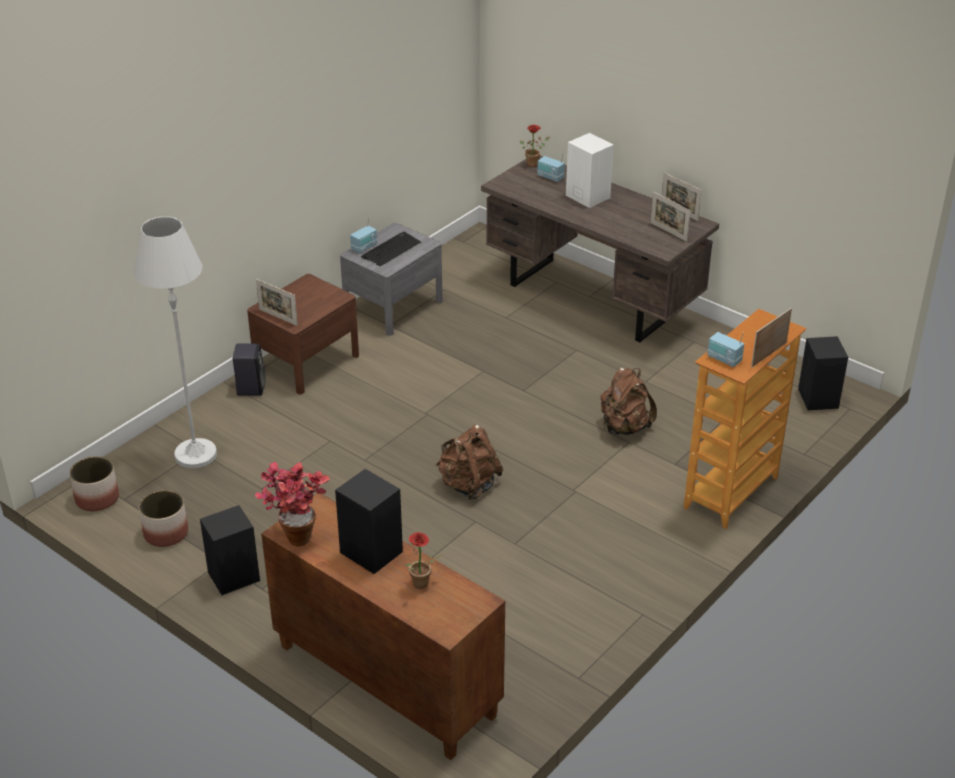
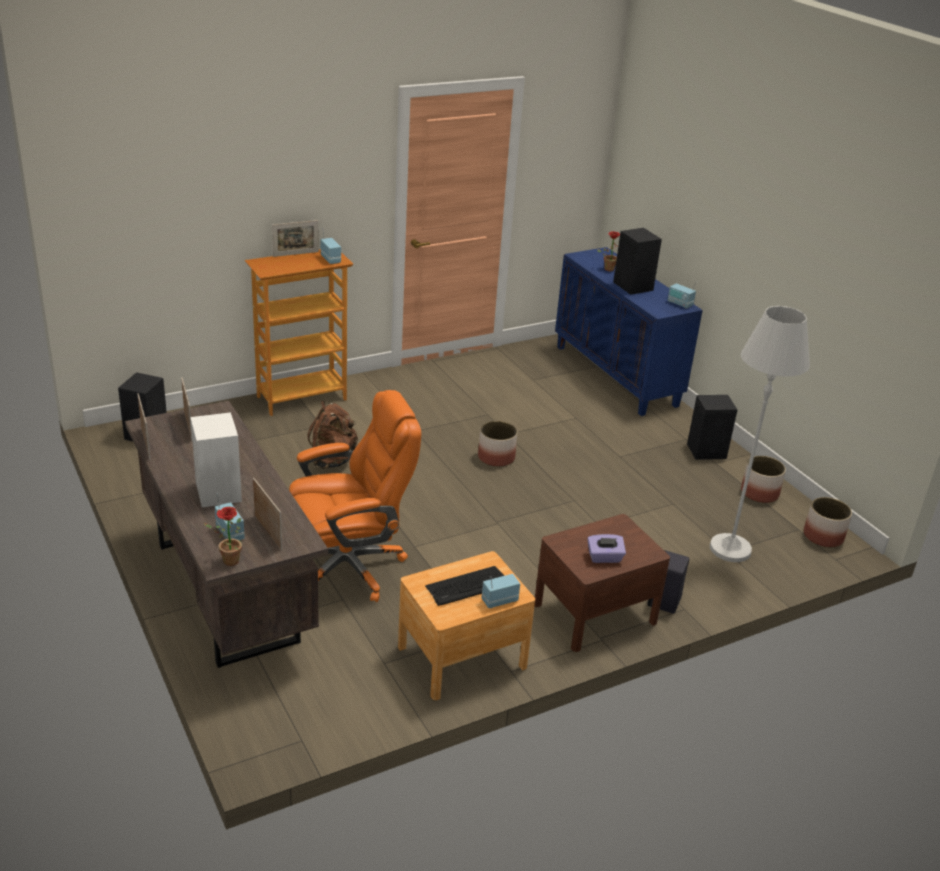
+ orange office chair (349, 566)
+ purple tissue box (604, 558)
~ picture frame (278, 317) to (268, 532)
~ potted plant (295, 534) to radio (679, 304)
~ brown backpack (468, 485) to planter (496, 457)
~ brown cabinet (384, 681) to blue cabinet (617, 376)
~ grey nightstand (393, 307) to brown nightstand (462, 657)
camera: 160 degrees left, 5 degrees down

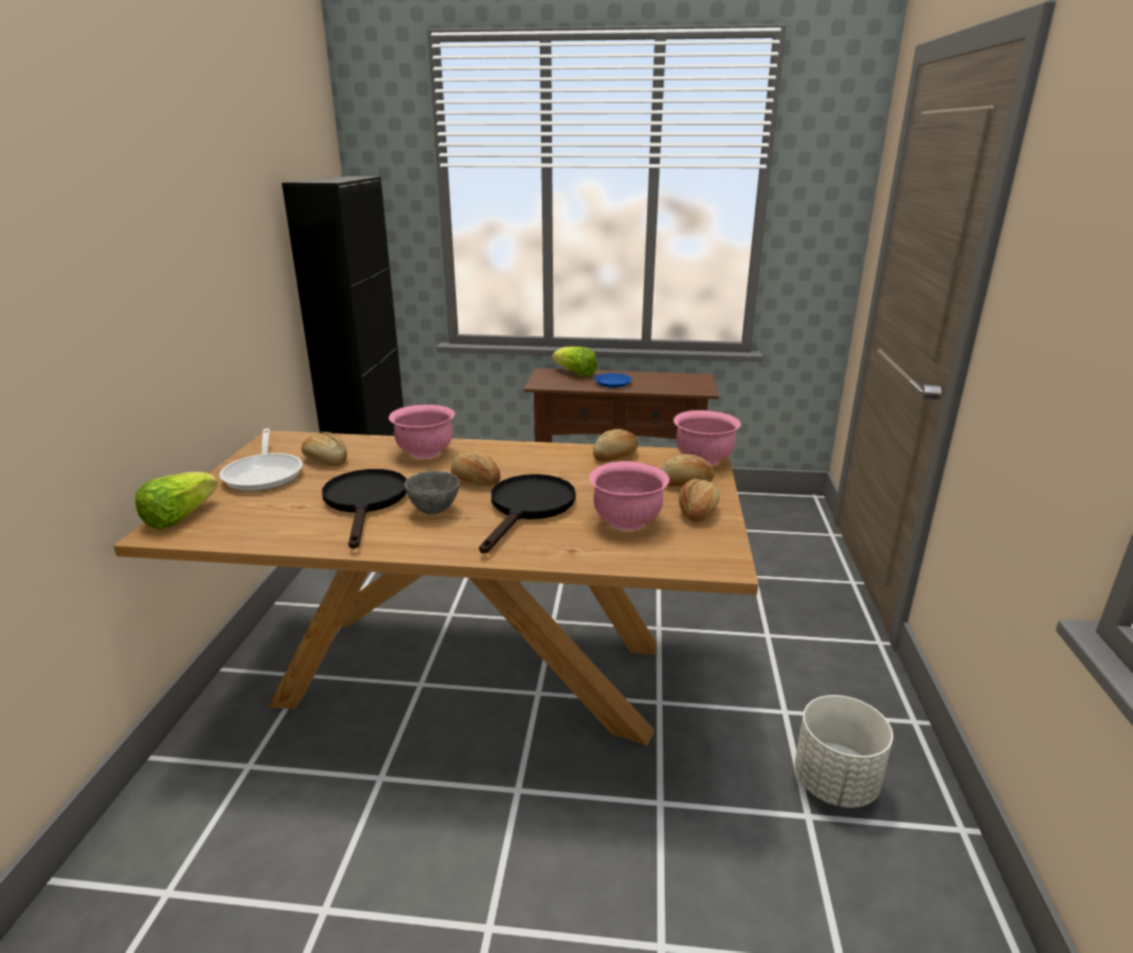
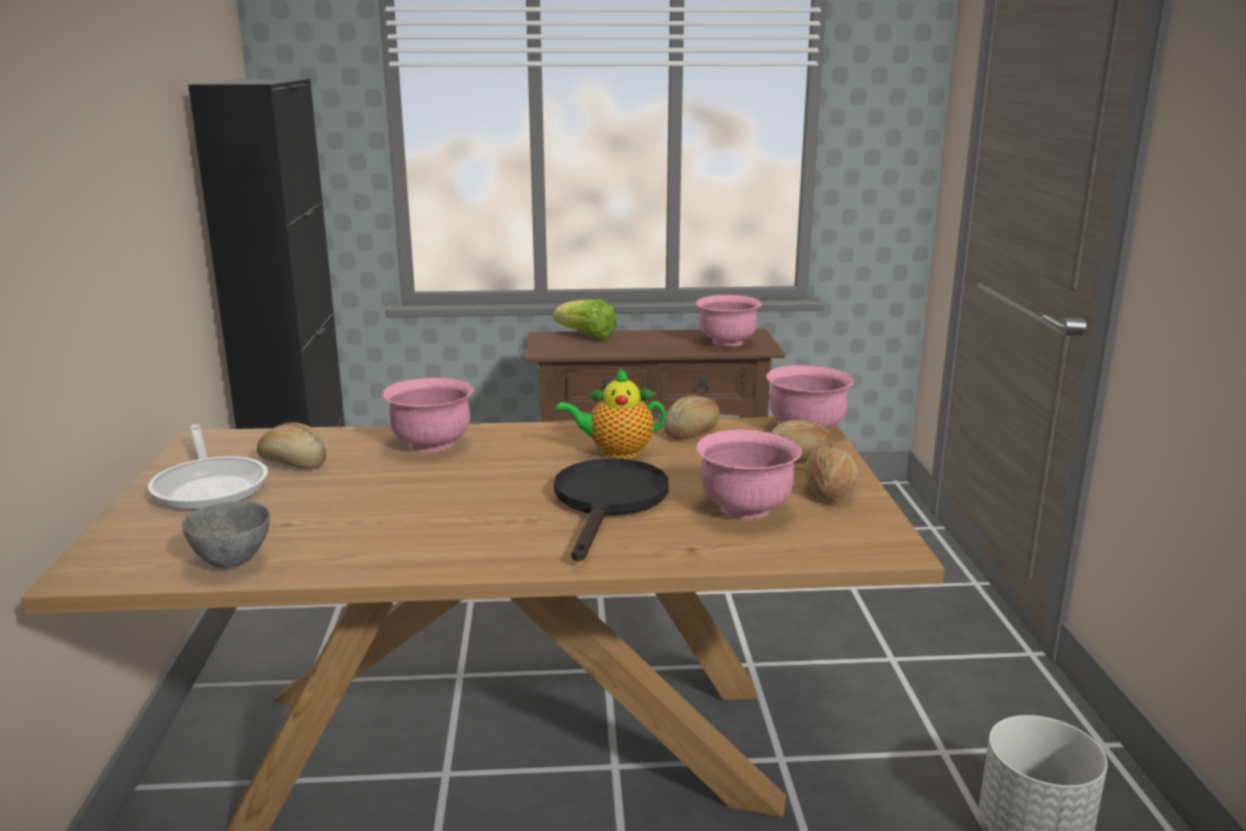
- lettuce (179, 517)
- black frying pan (365, 502)
- bread (475, 481)
- blue plate (612, 383)
+ teapot (616, 452)
+ pink bowl (727, 342)
~ grey bowl (434, 510) to (232, 561)
camera: 10 degrees left, 5 degrees down

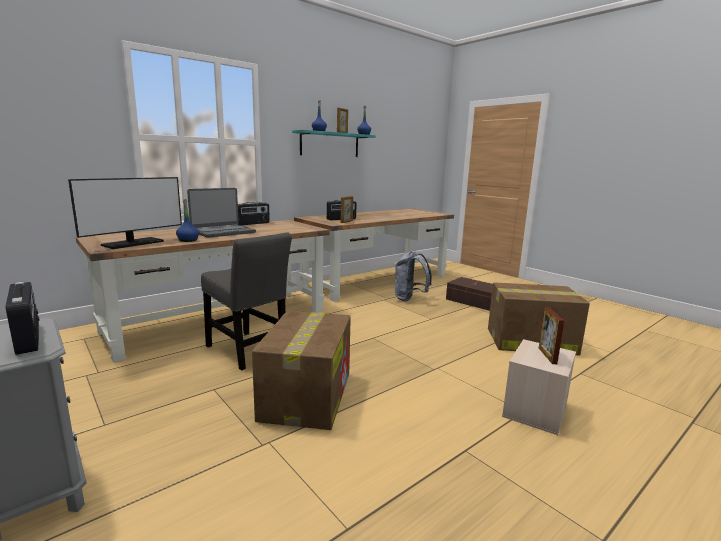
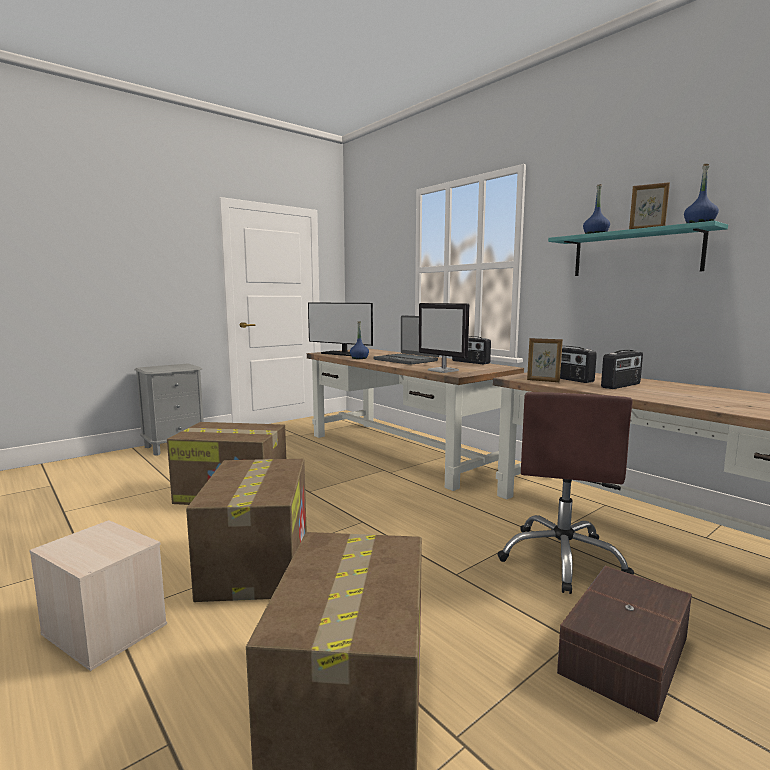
- grey chair (248, 351)
- picture frame (547, 355)
+ cardboard box (257, 561)
+ monitor (443, 370)
~ radio (29, 338) to (621, 386)
~ grey backpack (410, 299) to brown office chair (562, 559)
camera: 90 degrees right, 5 degrees down

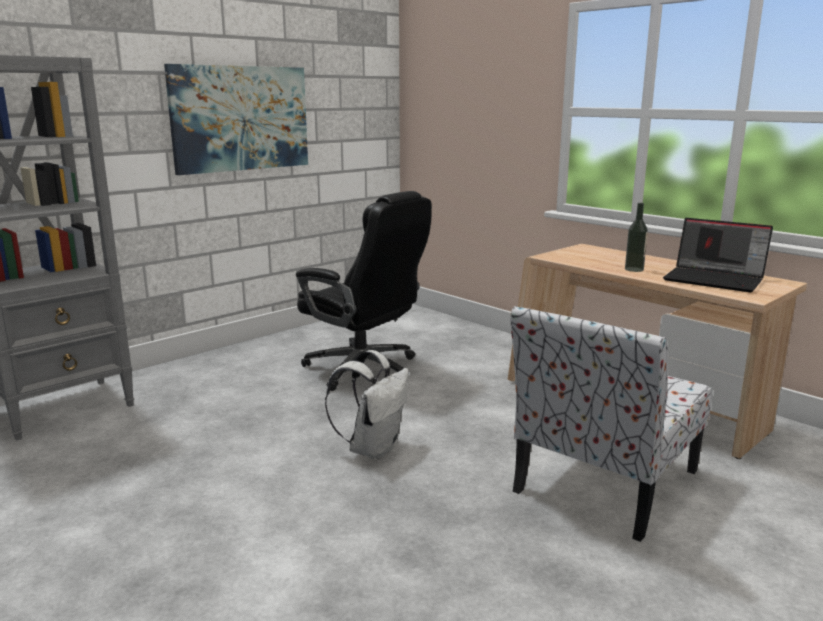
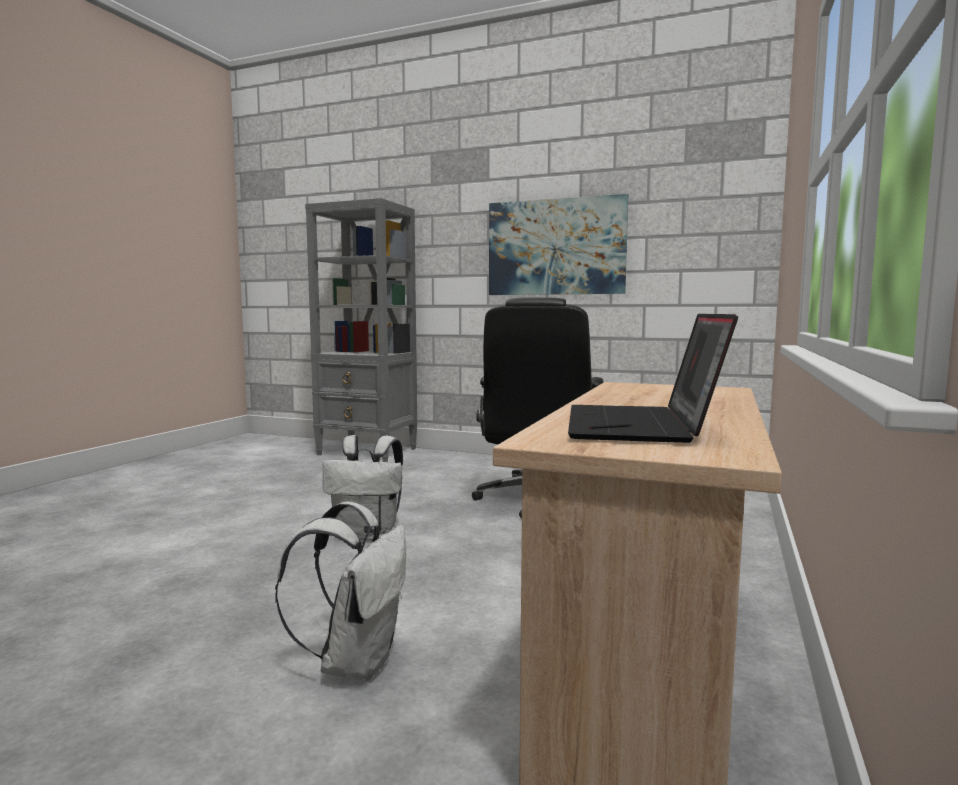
- bottle (634, 269)
~ chair (604, 483) to white backpack (356, 661)
camera: 65 degrees right, 10 degrees down

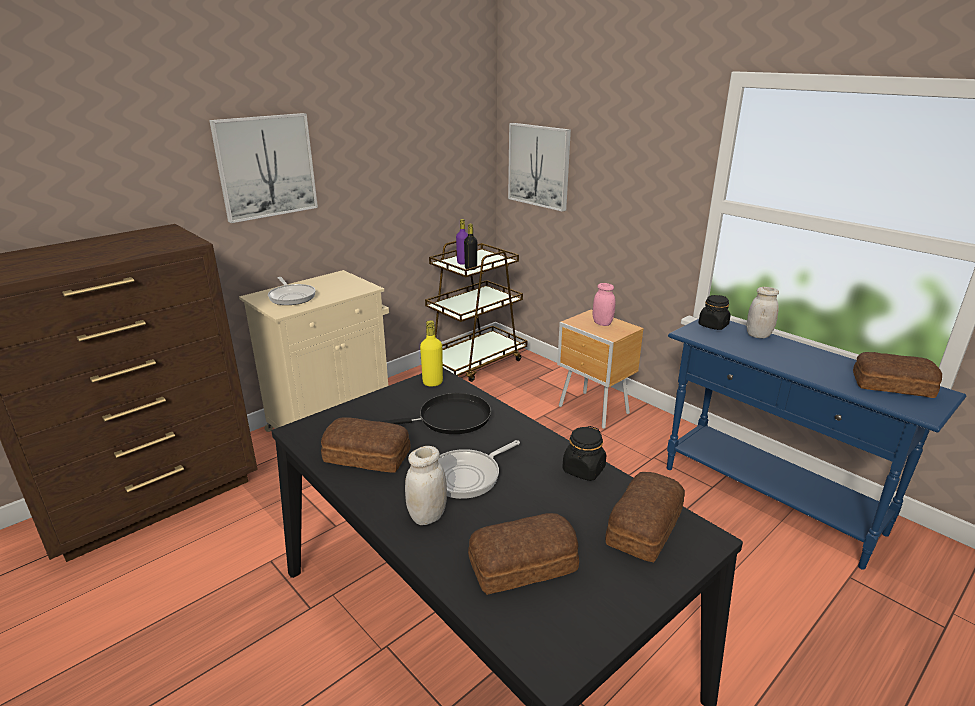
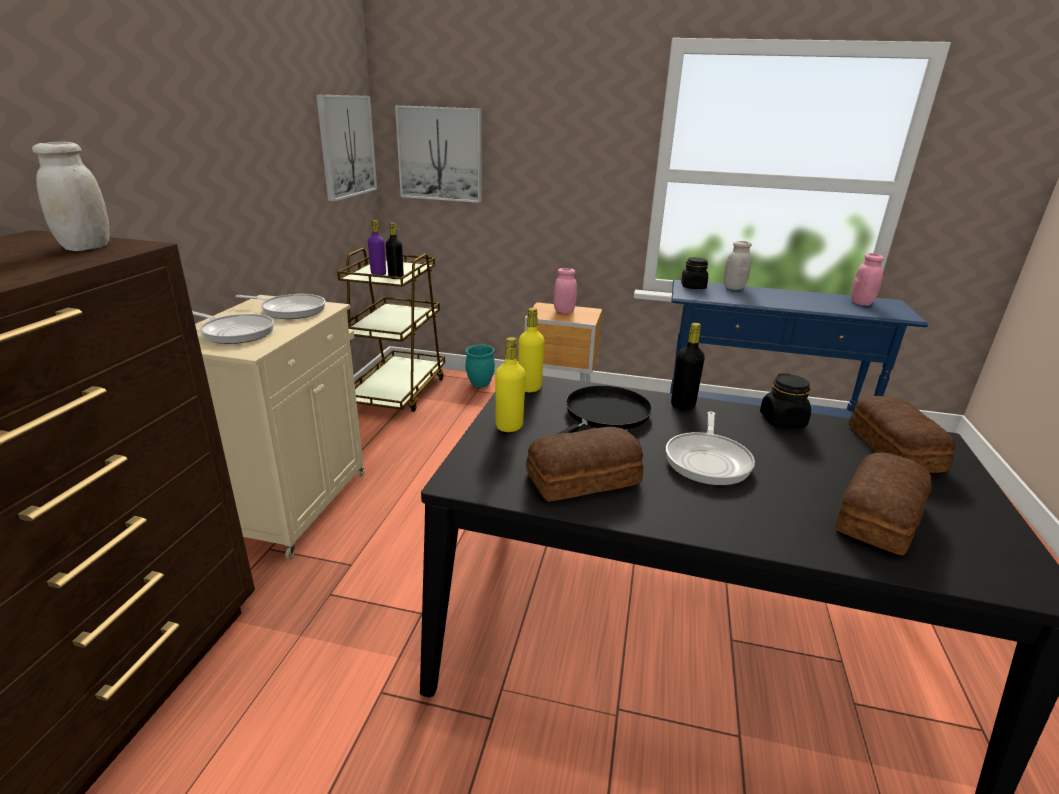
+ frying pan (290, 310)
+ turquoise planter (479, 384)
+ yellow bottle (509, 426)
+ black bottle (682, 405)
~ picture (266, 166) to (346, 146)
~ white jar (427, 516) to (86, 247)
~ bread (890, 384) to pink jar (861, 303)
camera: 35 degrees left, 0 degrees up

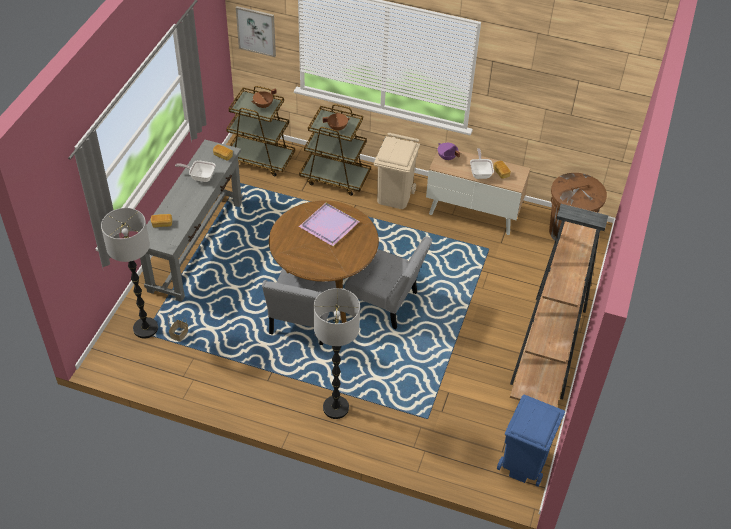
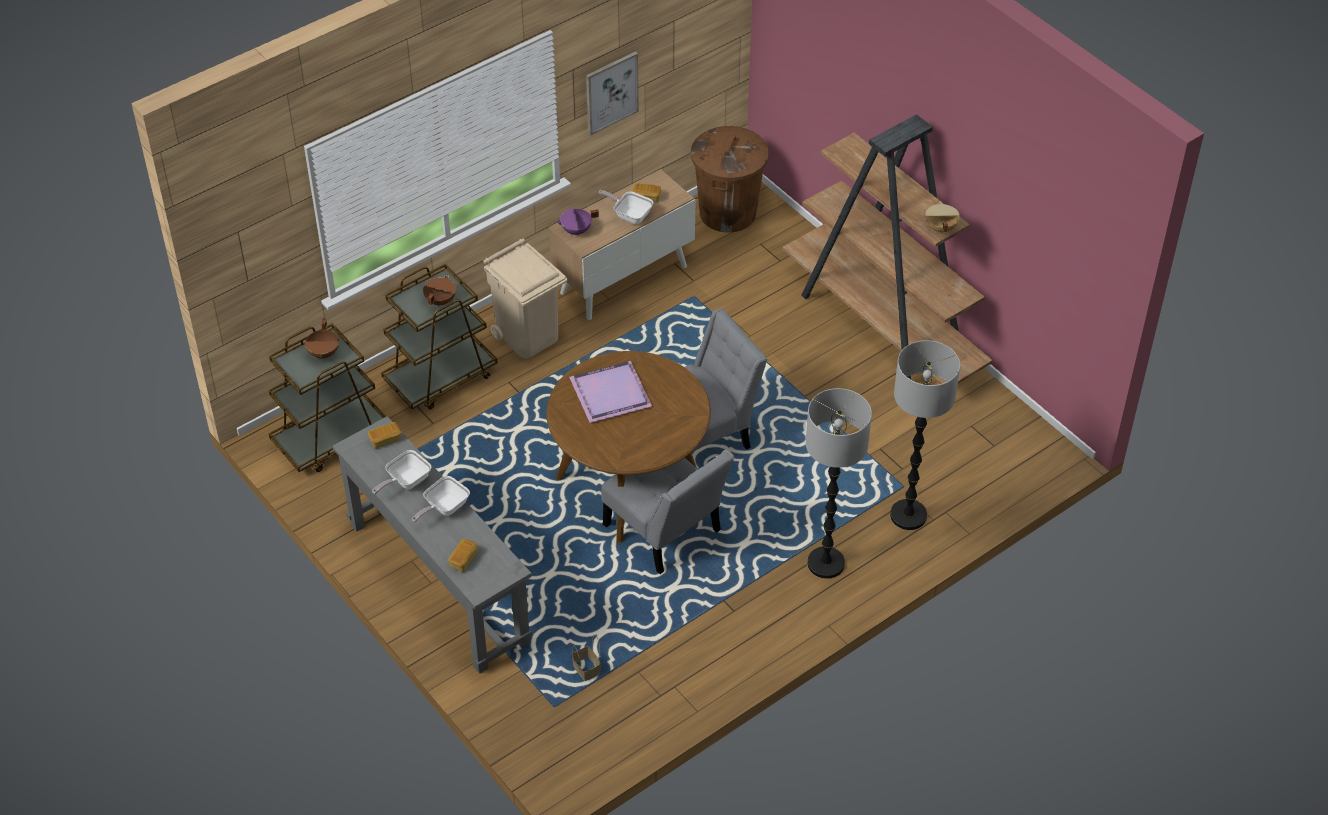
- blue trash can (523, 463)
+ frying pan (444, 508)
+ beige cooking pot (940, 228)
~ floor lamp (145, 328) to (908, 516)
~ picture (256, 31) to (611, 92)
camera: 55 degrees left, 0 degrees up

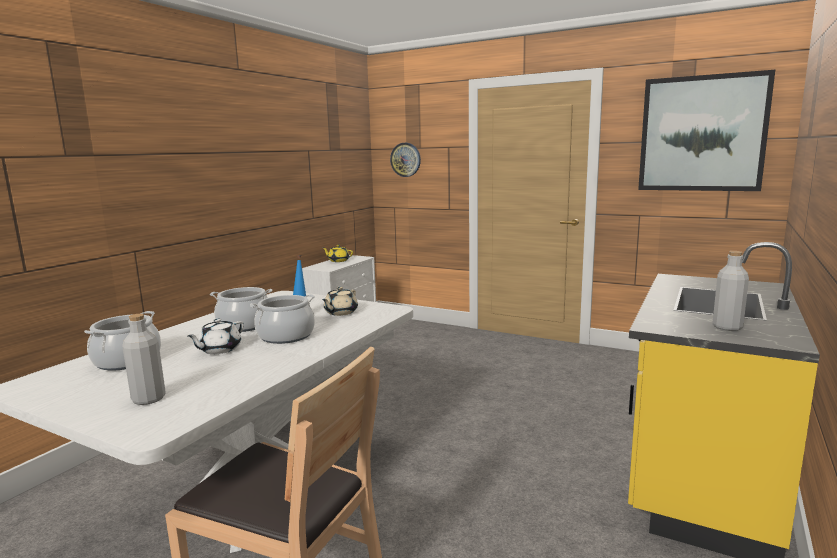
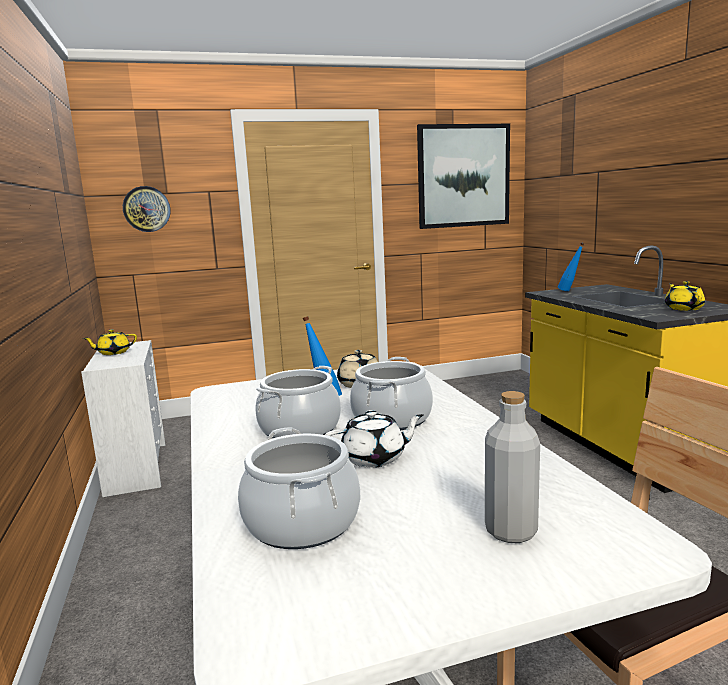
+ blue bottle (570, 291)
~ grey bottle (727, 327) to yellow teapot (683, 308)
~ white teapot (219, 350) = (375, 458) 90 degrees counterclockwise
camera: 45 degrees left, 0 degrees up

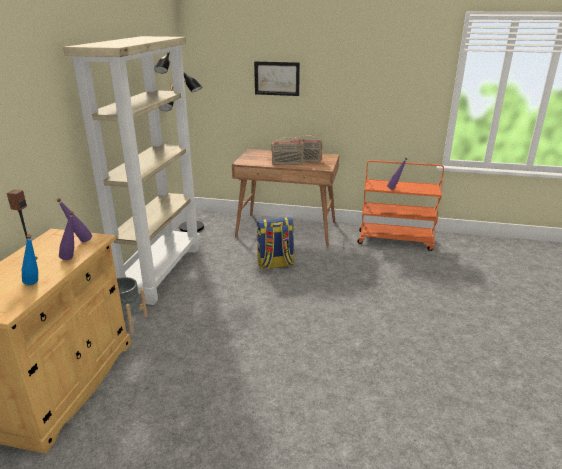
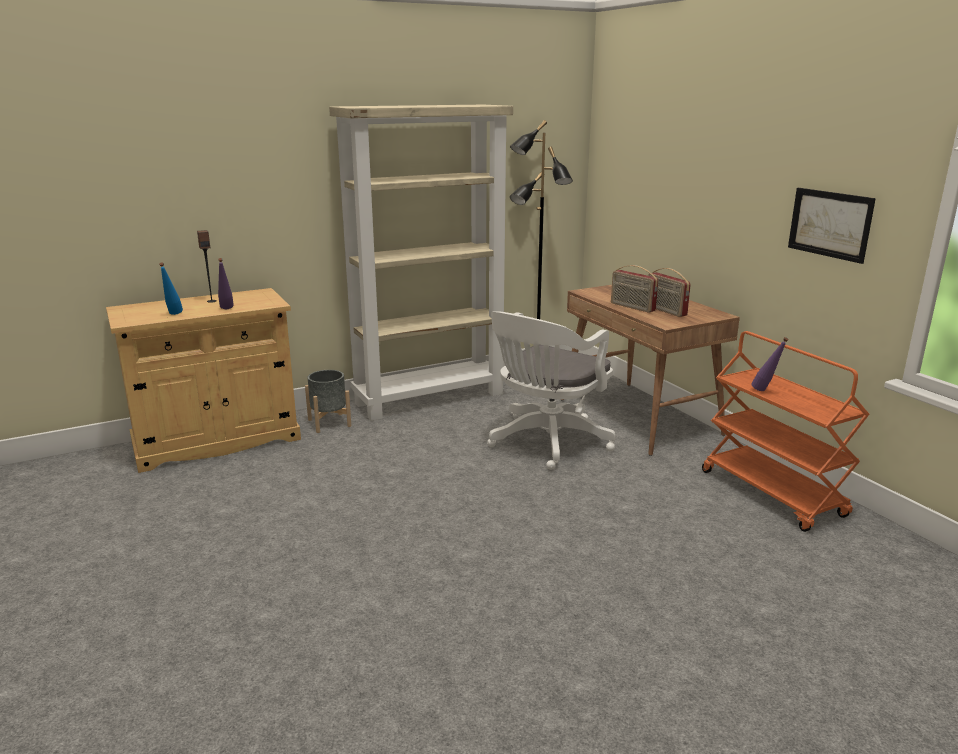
- purple bottle (79, 242)
~ picture (277, 78) to (830, 224)
~ backpack (275, 264) to white office chair (546, 443)
camera: 50 degrees right, 5 degrees down

